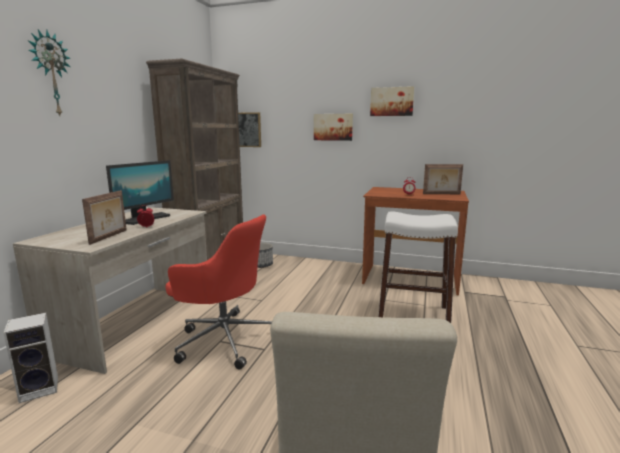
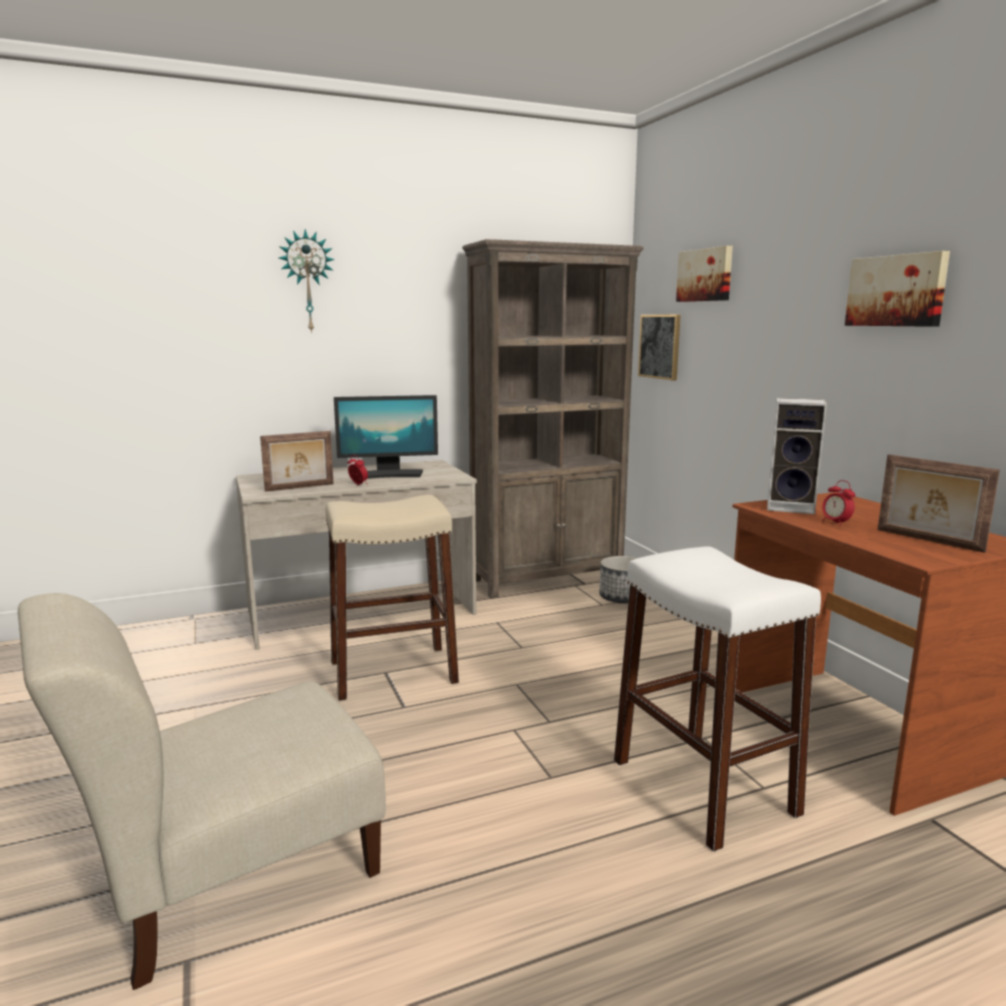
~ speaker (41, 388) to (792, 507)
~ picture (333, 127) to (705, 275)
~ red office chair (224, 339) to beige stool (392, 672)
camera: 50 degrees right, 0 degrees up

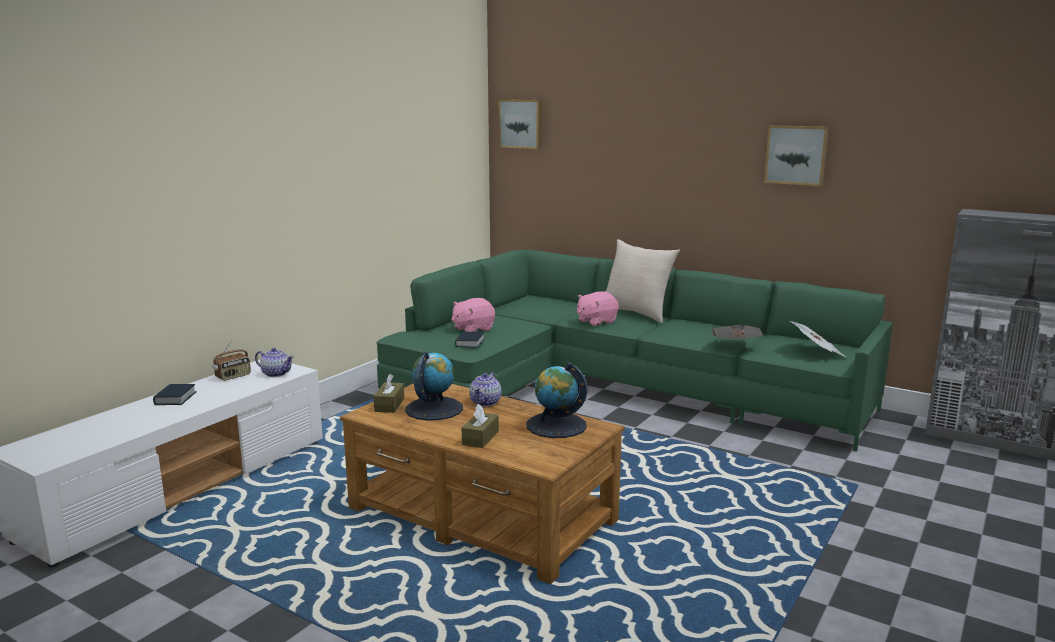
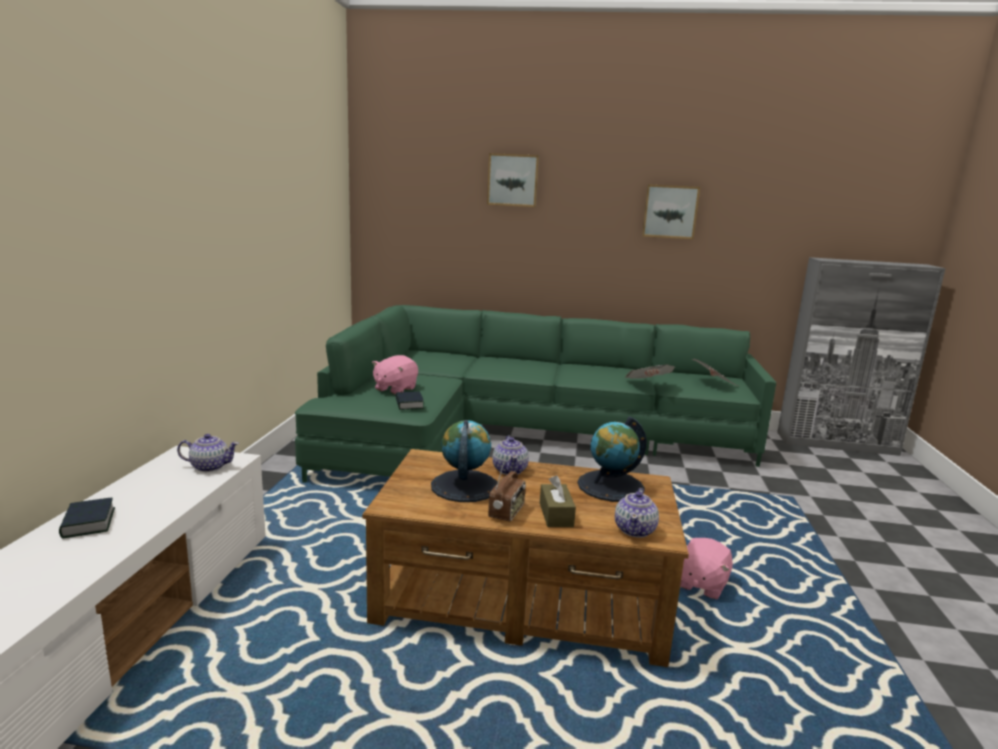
- brown tissue box (389, 405)
- beige pillow (637, 313)
+ teapot (635, 530)
~ radio (233, 377) to (507, 512)
~ picture (521, 124) to (513, 180)
~ pink plush toy (596, 321) to (701, 584)
camera: 25 degrees left, 0 degrees up

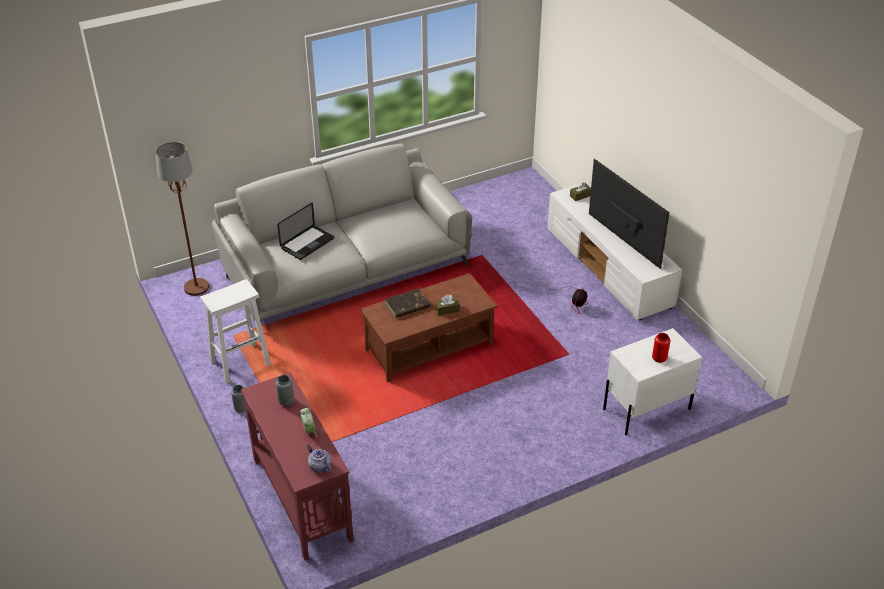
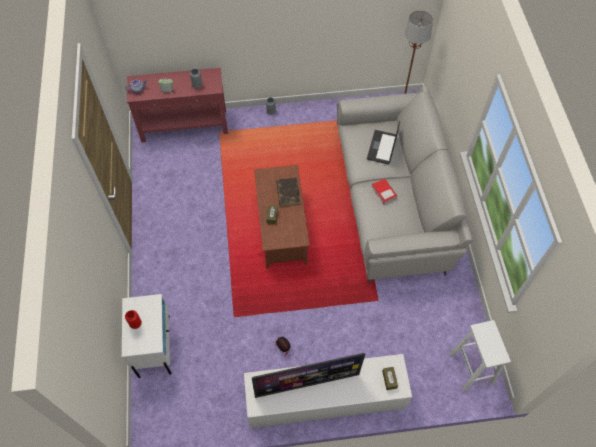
+ book (383, 192)
~ white stool (241, 362) to (472, 369)
~ laptop (307, 243) = (382, 147) 45 degrees clockwise
camera: 110 degrees right, 20 degrees up

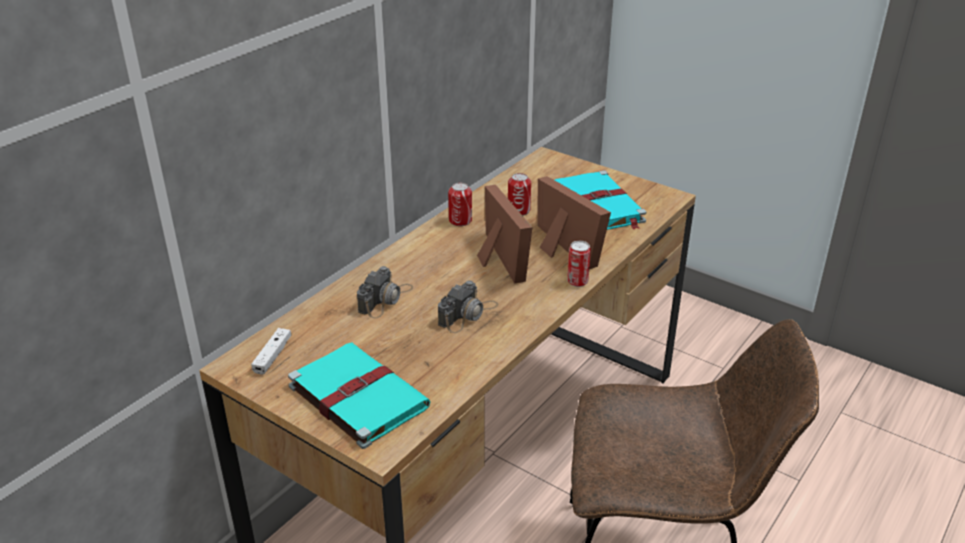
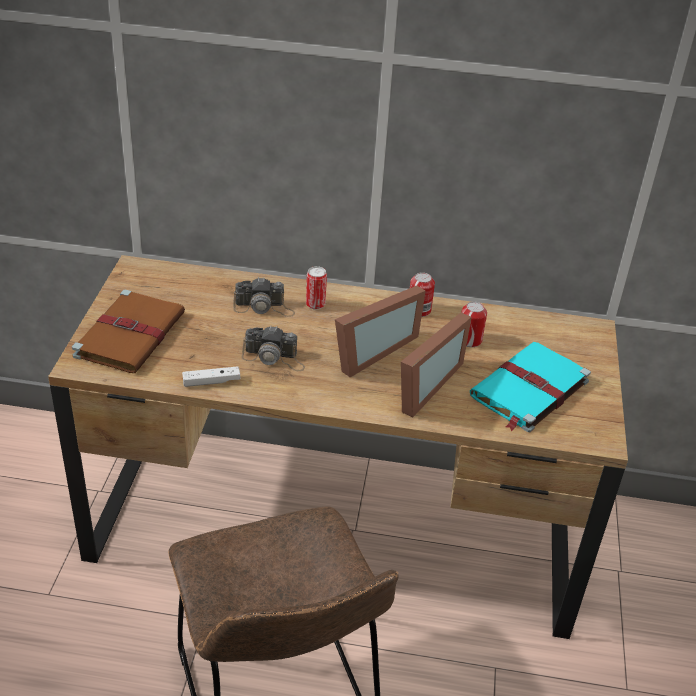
~ white game controller (272, 356) to (211, 381)
~ can (577, 282) to (315, 304)
~ turquoise book (356, 395) to brown book (131, 334)
camera: 60 degrees right, 5 degrees up

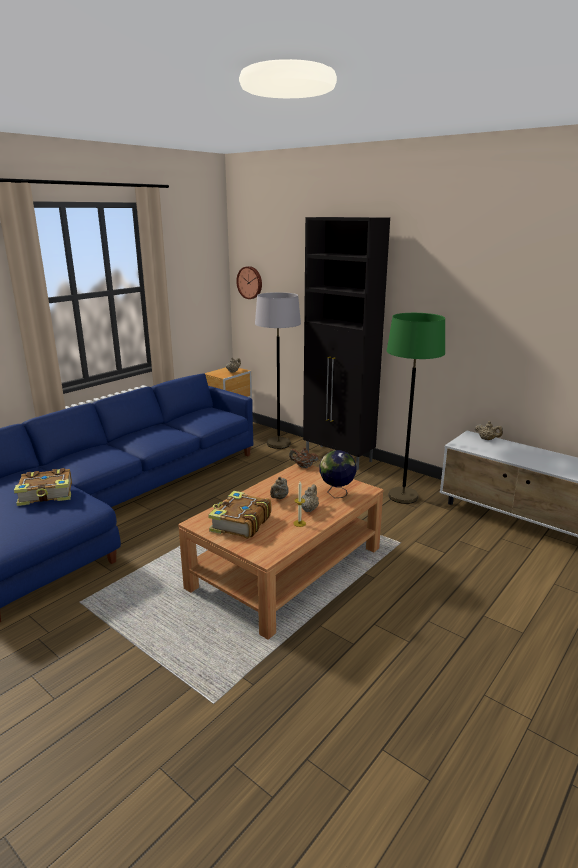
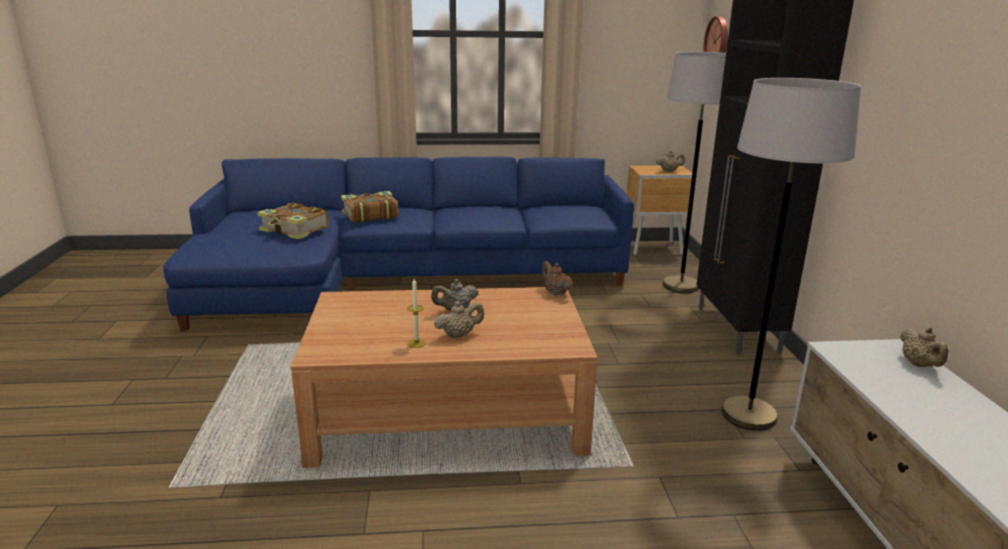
- globe (336, 494)
~ book (240, 523) to (369, 215)
~ green floor lamp (403, 496) to grey floor lamp (748, 415)
camera: 45 degrees right, 0 degrees up

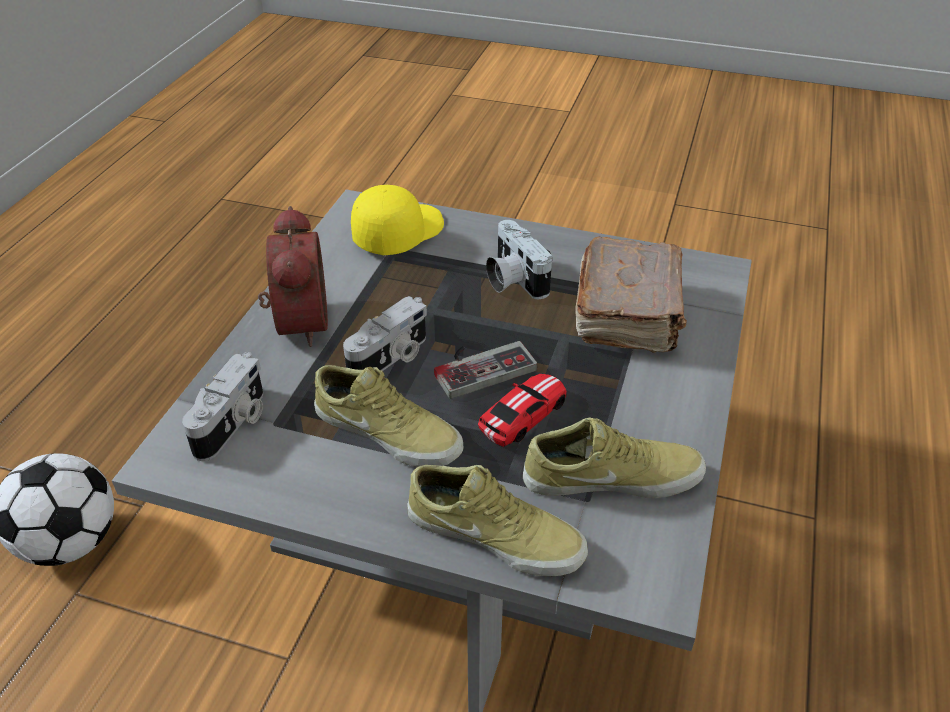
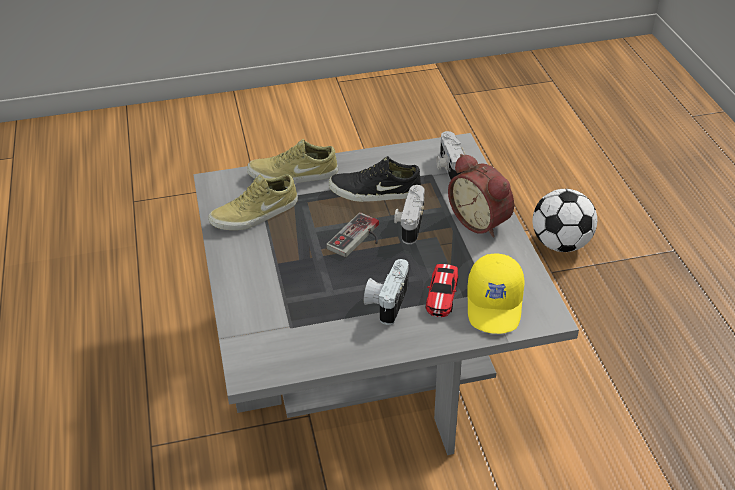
- brown book (629, 313)
~ toy car (523, 415) to (442, 294)
~ beige shoe (390, 430) to black shoe (375, 192)
~ photo camera (512, 279) = (386, 301) 105 degrees counterclockwise
camera: 150 degrees right, 0 degrees up

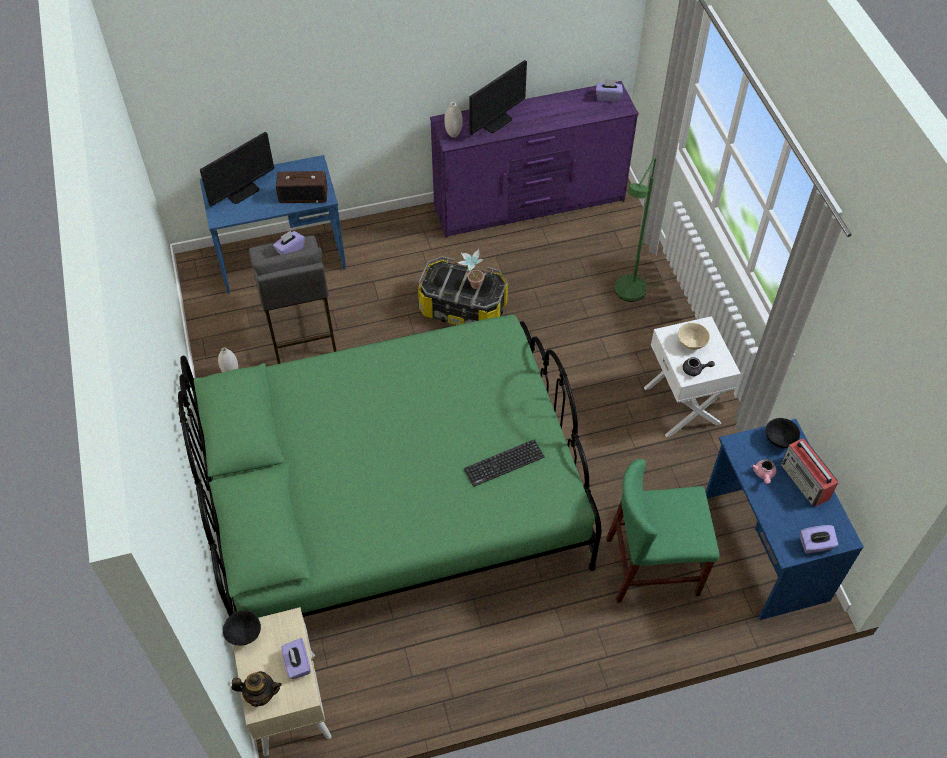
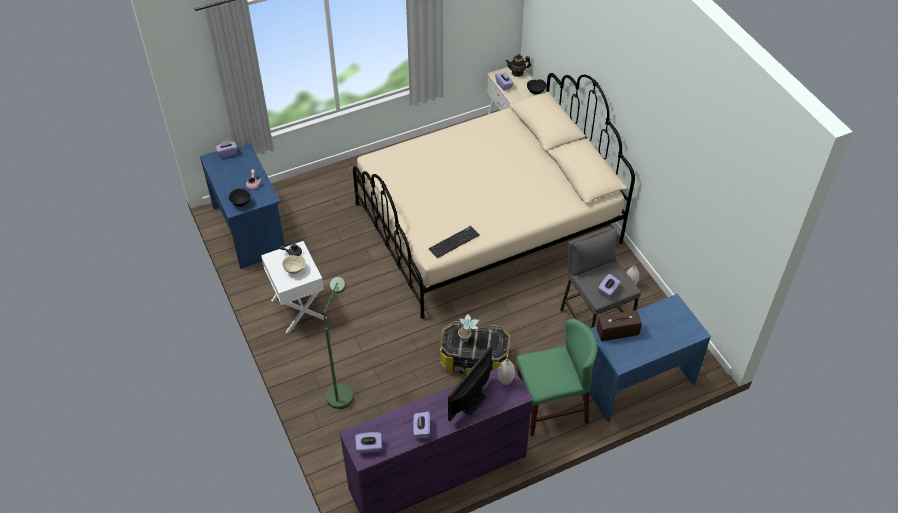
- monitor (242, 191)
- radio (805, 482)
+ purple tissue box (421, 429)
~ keyboard (504, 463) to (454, 242)
~ green chair (652, 566) to (551, 408)
~ green bed (394, 500) to beige bed (487, 224)
camera: 170 degrees right, 5 degrees down

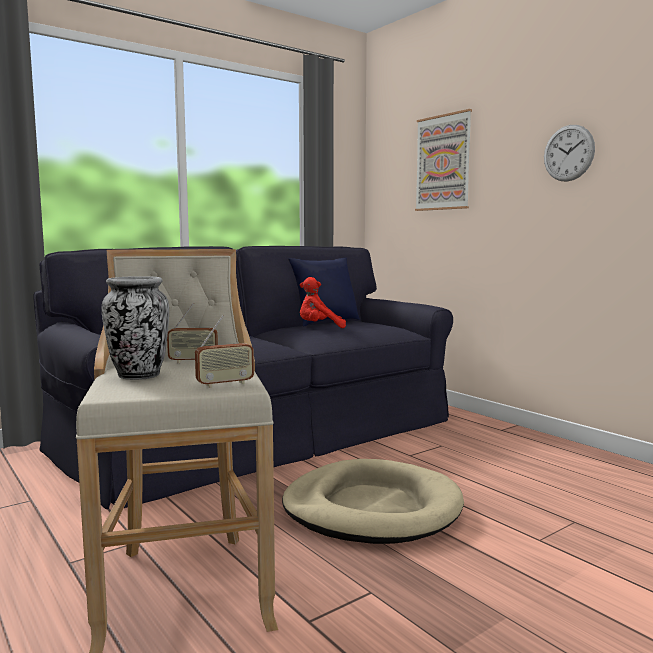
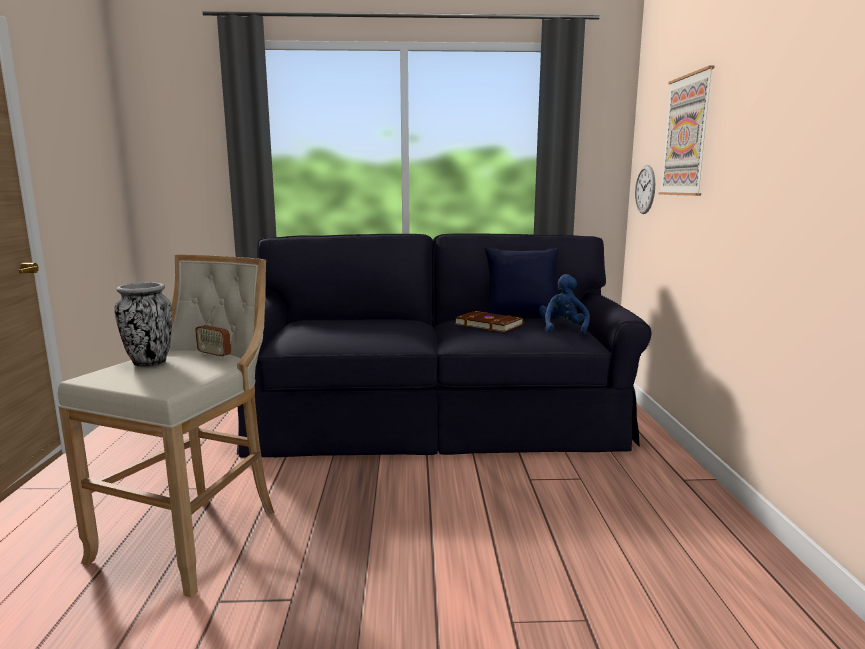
- radio (225, 384)
- beige dog bed (371, 508)
+ blue plush toy (563, 329)
~ wall clock (568, 153) to (645, 189)
~ red plush toy (319, 328) to brown book (489, 324)
camera: 35 degrees right, 5 degrees up

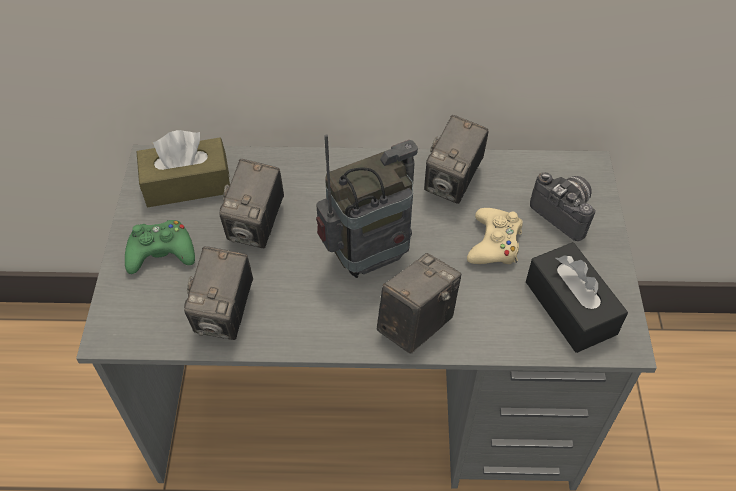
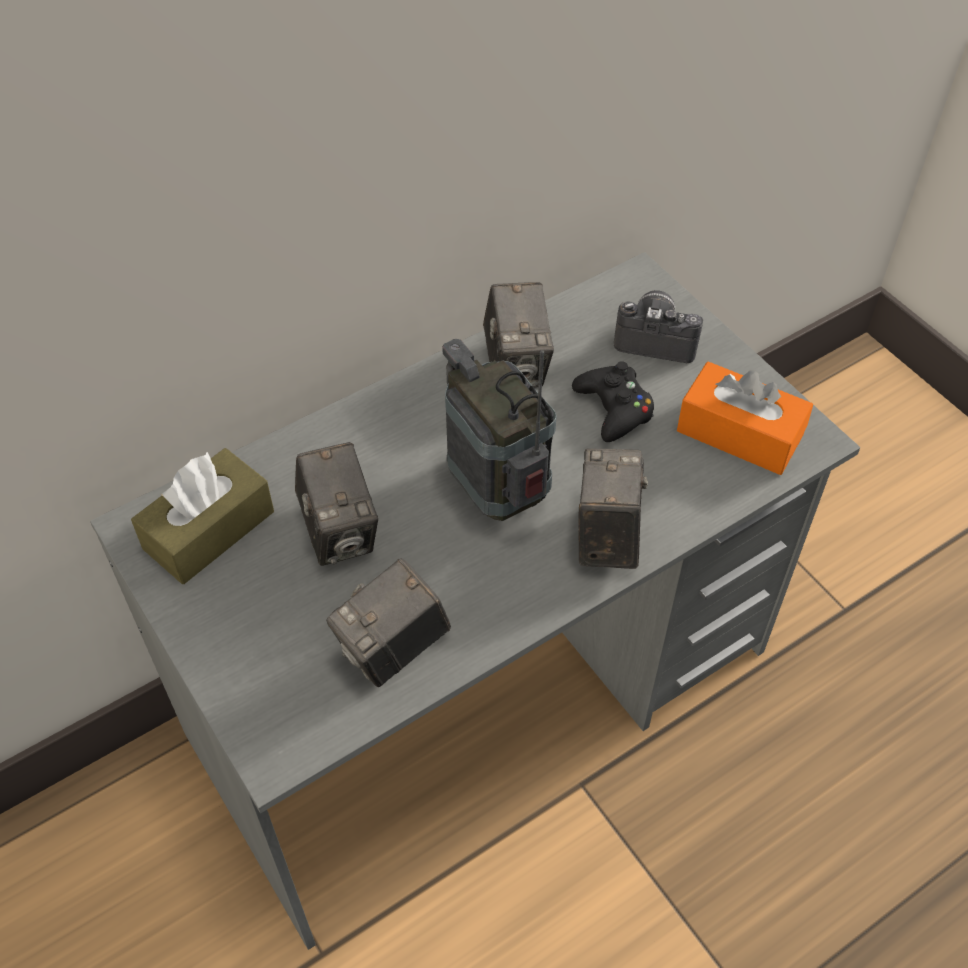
- green game controller (161, 253)
~ beige game controller (494, 244) to black game controller (614, 409)
~ black tissue box (570, 307) to orange tissue box (739, 433)
~ photo camera (225, 314) = (393, 649) 75 degrees clockwise
~ radio (369, 257) = (498, 495) 60 degrees counterclockwise
camera: 35 degrees left, 0 degrees up

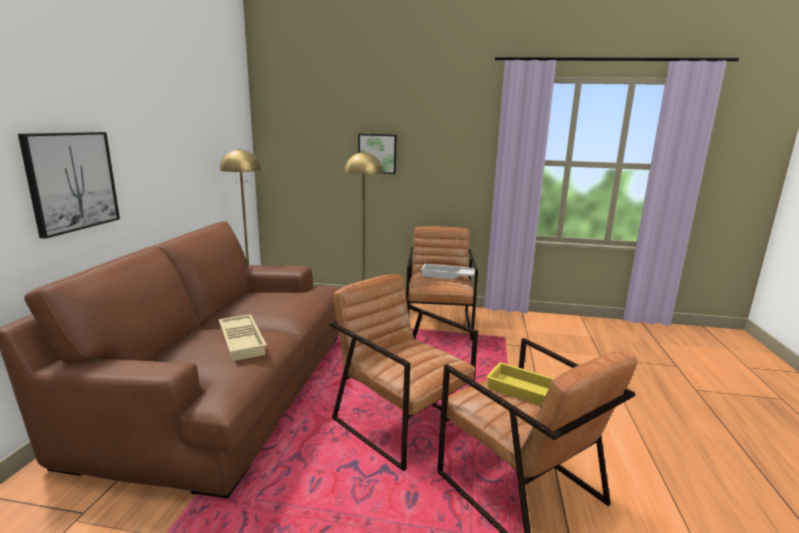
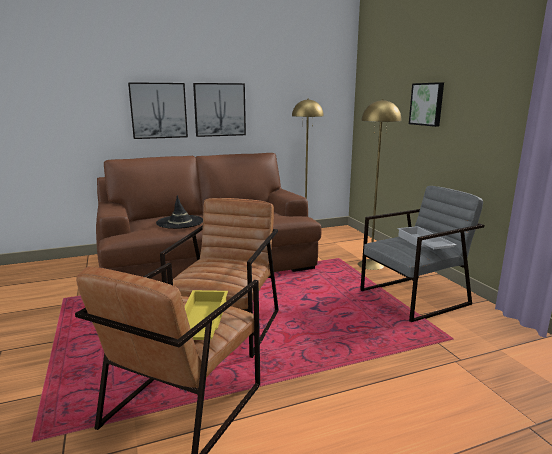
+ picture (219, 109)
~ beige tray (243, 341) to black hat (180, 222)
~ brown armchair (438, 324) to grey armchair (414, 297)
camera: 60 degrees right, 0 degrees up

